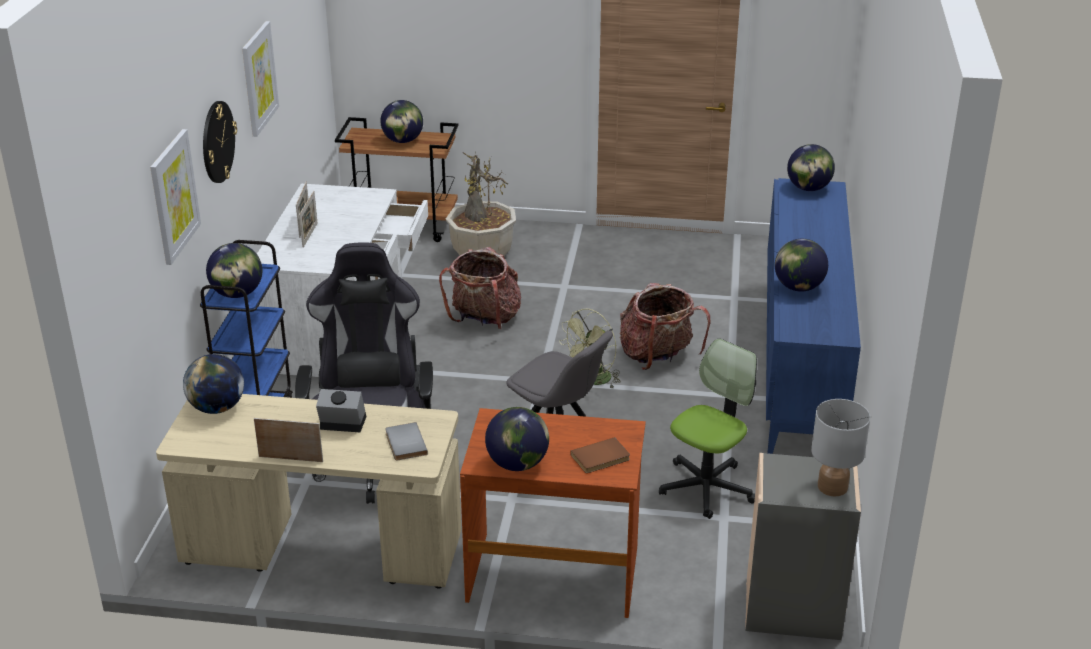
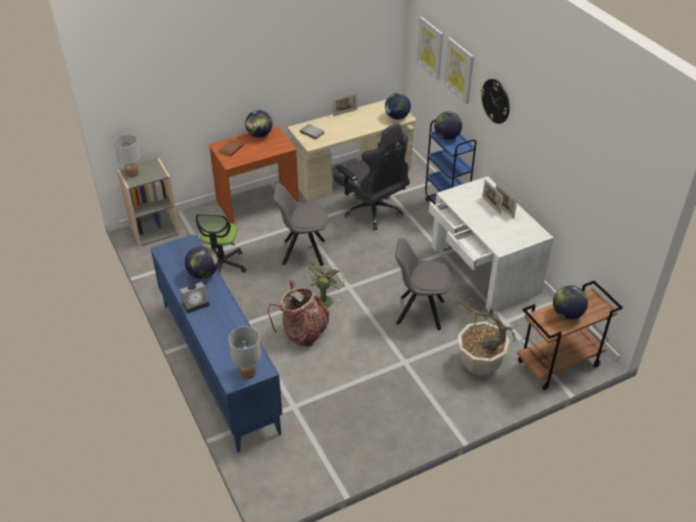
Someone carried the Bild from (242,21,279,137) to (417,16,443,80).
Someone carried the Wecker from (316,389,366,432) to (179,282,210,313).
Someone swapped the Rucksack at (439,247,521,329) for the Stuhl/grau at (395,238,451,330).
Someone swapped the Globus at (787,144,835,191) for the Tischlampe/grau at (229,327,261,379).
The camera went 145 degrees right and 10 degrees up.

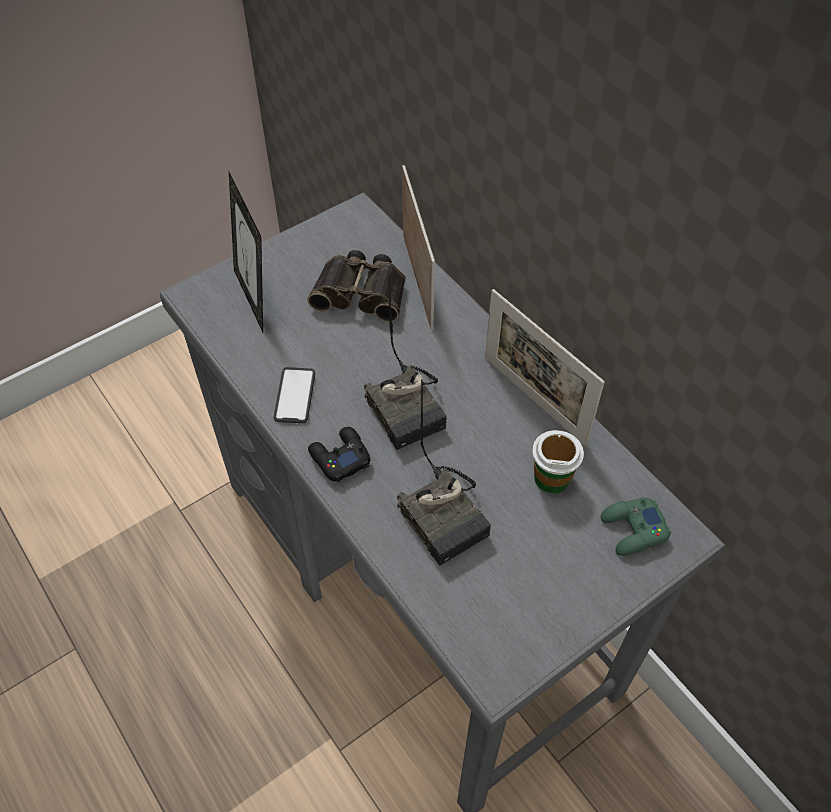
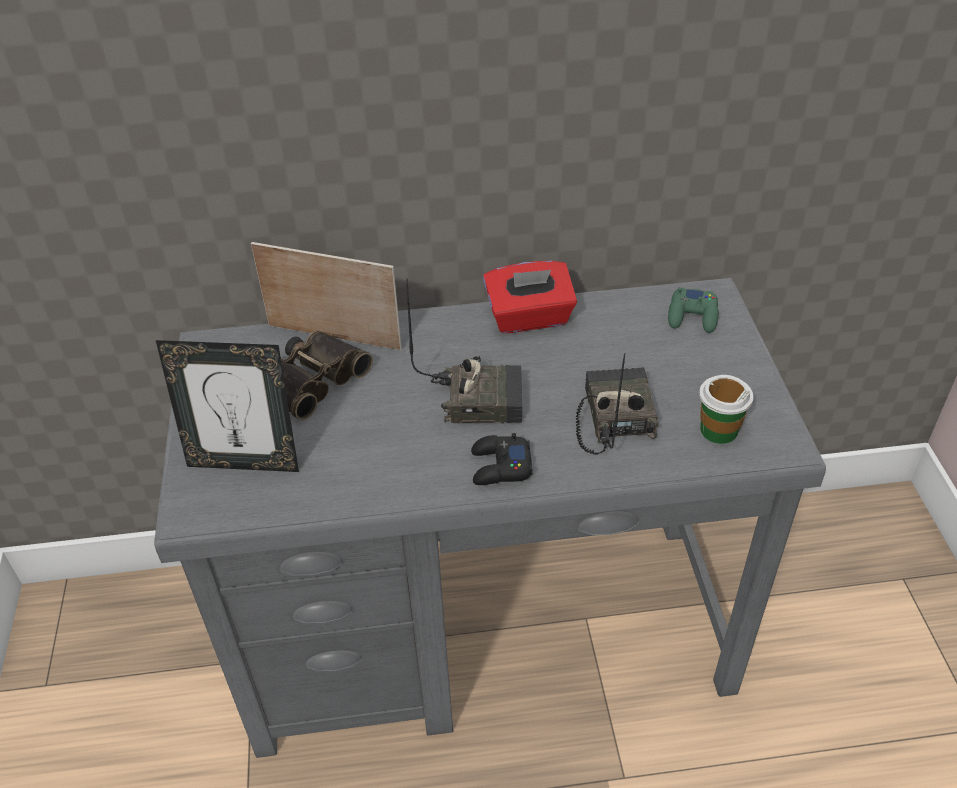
Someone took away the Handy at (274,367,315,423).
Someone carried the Tasse from (532,430,584,494) to (699,375,753,444).
Someone swapped the Bilderrahmen at (485,289,605,446) for the Taschentuchbox/rot at (483,261,577,334).
Someone rotated the Radio at (397,379,491,566) by 90 degrees counterclockwise.
The camera went 60 degrees left and 10 degrees down.

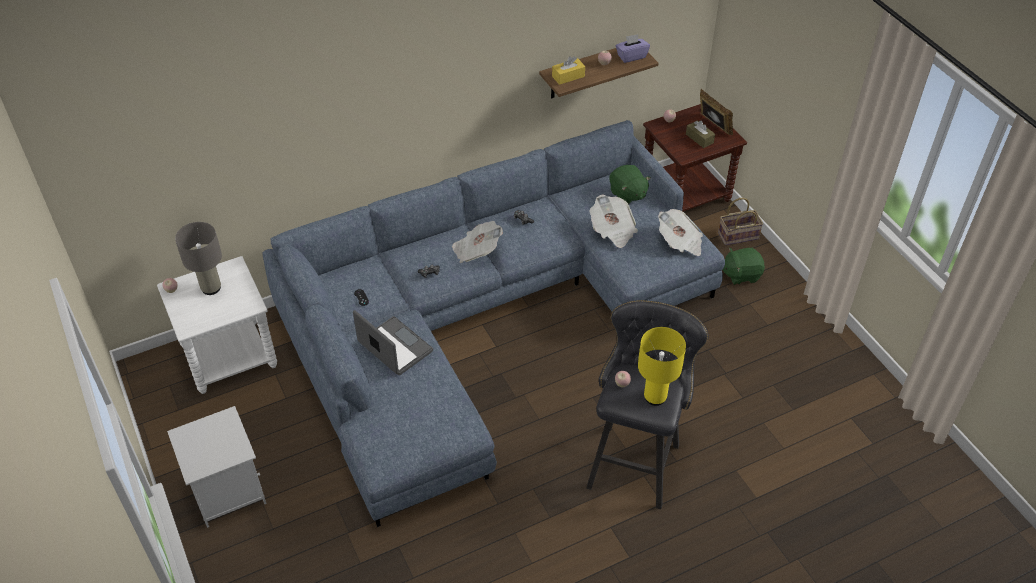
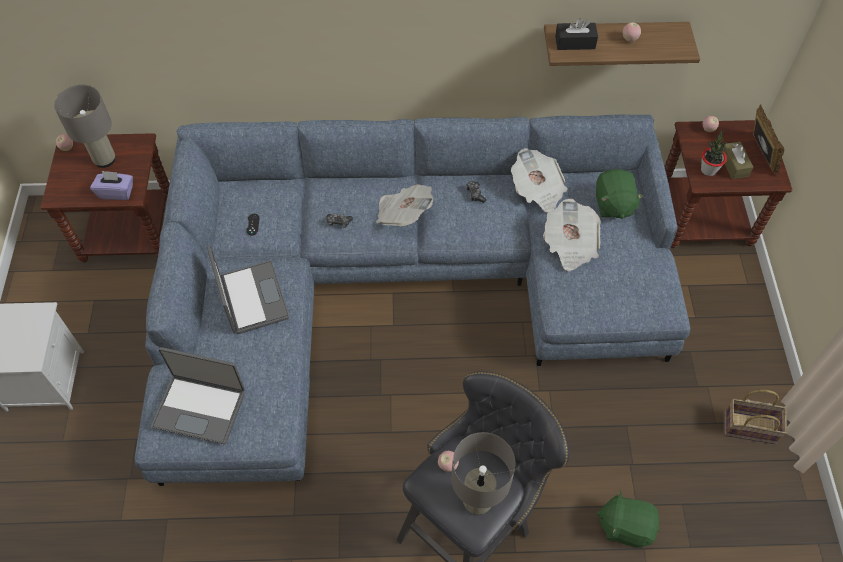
Someone put down the Laptop at (151,347,245,444).
Someone put down the Topfpflanze at (701,130,727,176).
Someone carried the Taschentuchbox/lila from (616,34,650,63) to (90,171,133,200).
Someone carried the Zeitung from (658,209,703,256) to (511,148,568,213).
Someone carried the Korb from (718,198,763,246) to (724,390,787,444).
Someone carried the Plüschtier/grün from (723,247,765,285) to (597,490,659,548).
Someone repainted the Beistelltisch/weiß at (157,256,277,394), which became the Beistelltisch/braun at (41,133,170,262).
Someone repainted the Taschentuchbox/gelb at (552,56,585,85), which became the Taschentuchbox/schwarz at (555,18,598,50).
Someone repainted the Tischlampe/gelb at (638,327,686,406), which became the Tischlampe/grau at (451,432,515,515).
The camera went 25 degrees right and 10 degrees up.

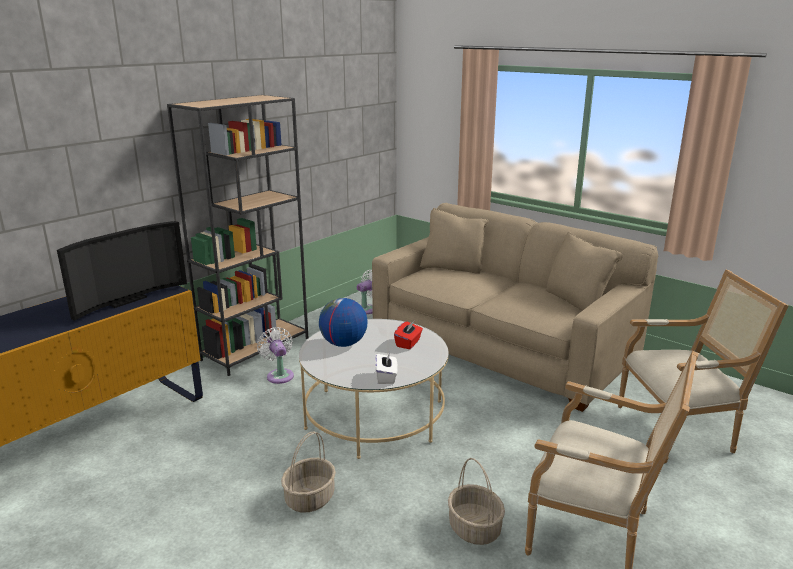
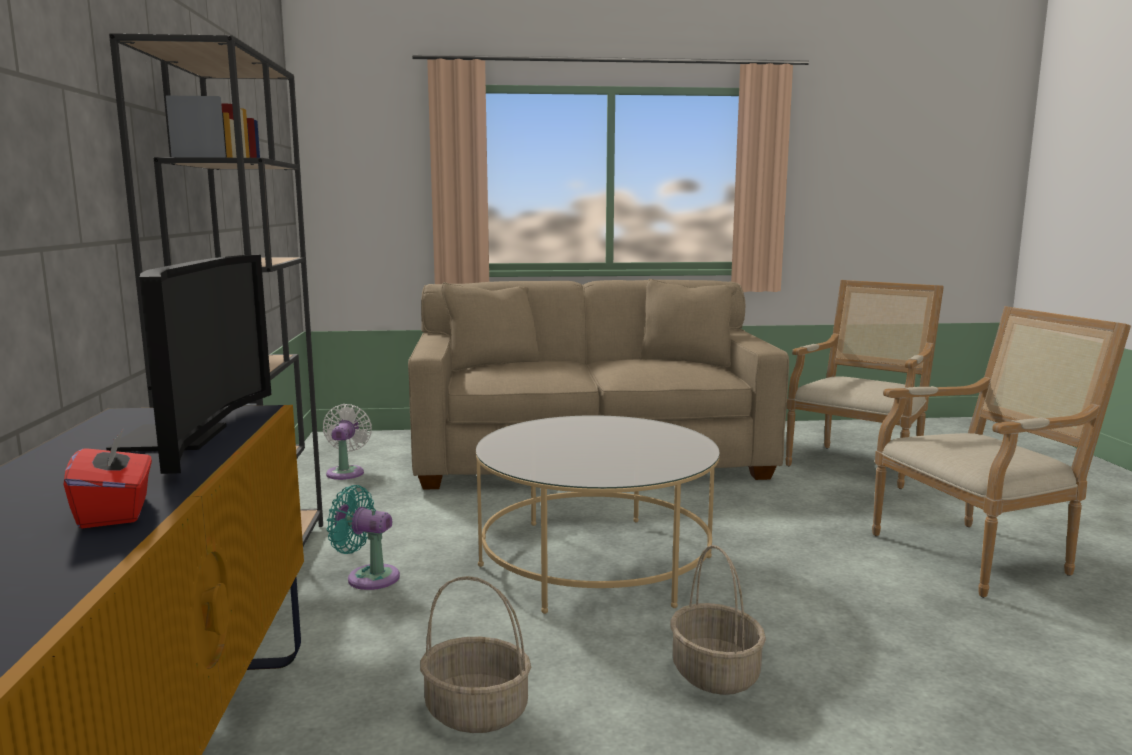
Someone took away the Globus at (319,298,367,347).
Someone took away the Taschentuchbox/weiß at (375,352,398,384).
Someone carried the Taschentuchbox/rot from (394,320,423,349) to (63,429,152,528).
Someone carried the Korb from (448,458,505,545) to (420,576,531,733).
Someone repainted the Ventilator/weiß at (257,327,294,384), which became the Ventilator/türkis at (327,485,400,590).
The camera went 45 degrees left and 10 degrees down.

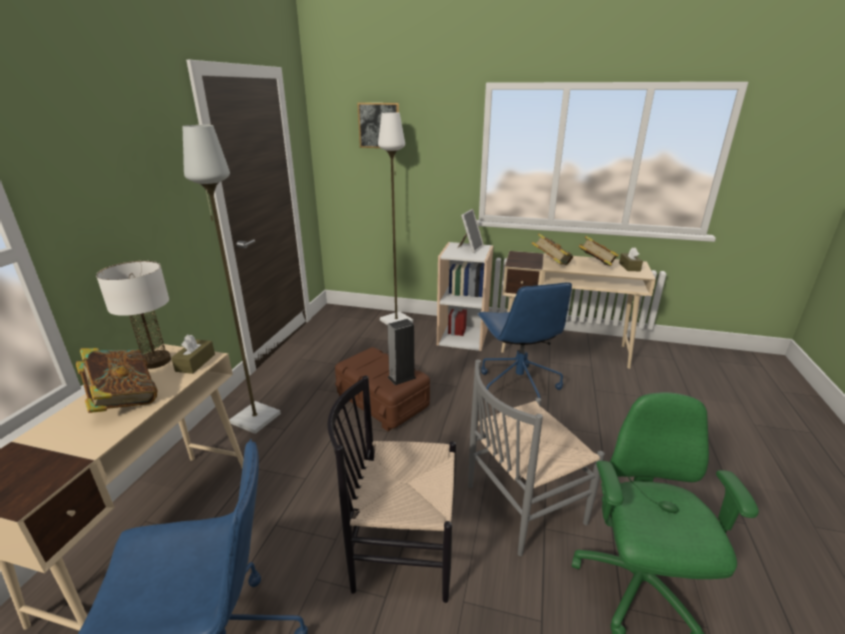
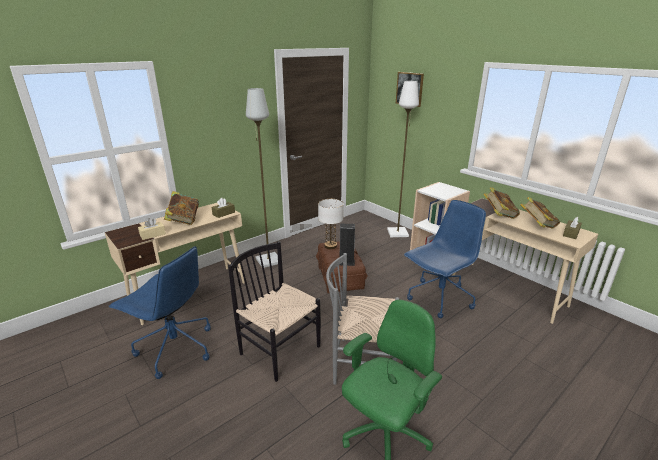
Someone took away the Bilderrahmen at (457,209,484,253).
Someone put down the Taschentuchbox/beige at (138,218,166,240).
Someone carried the Tischlampe from (96,261,171,369) to (318,199,344,249).
Someone rotated the Bürostuhl/blau at (477,282,572,400) by 150 degrees counterclockwise.
The camera went 35 degrees right and 0 degrees up.

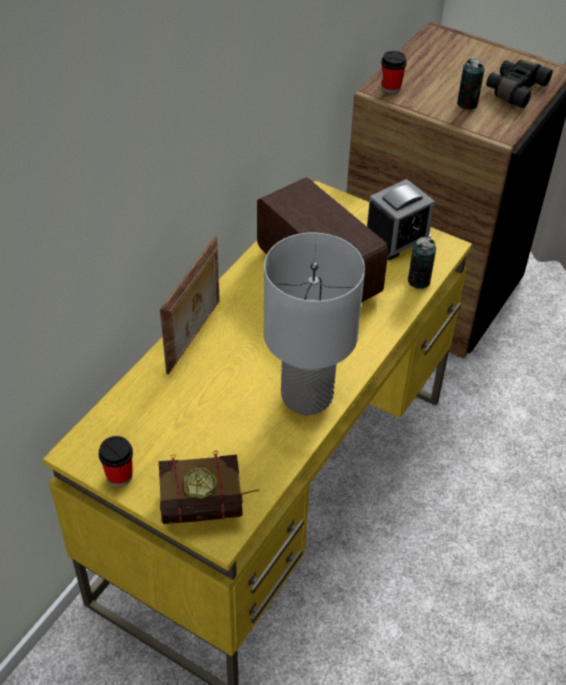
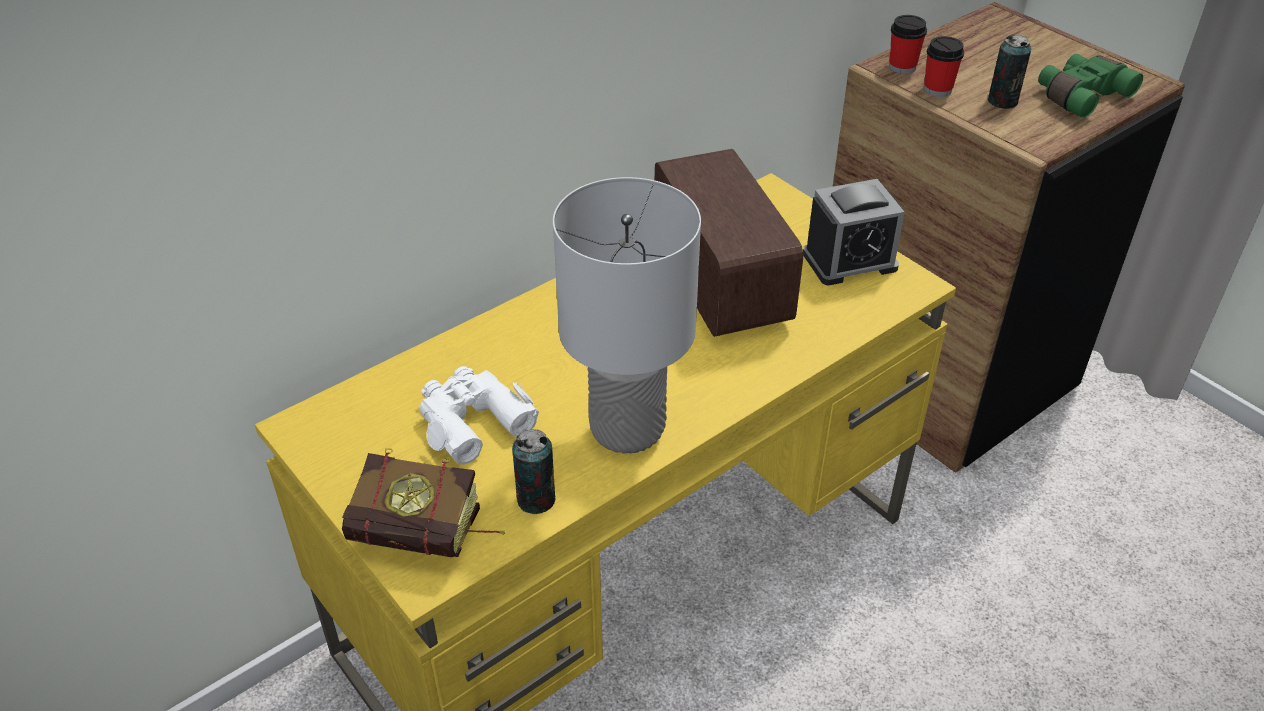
Someone took away the Bilderrahmen at (160,236,220,375).
Someone put down the Fernglas/weiß at (420,366,539,465).
Someone carried the Tasse from (98,436,133,487) to (924,36,964,97).
Someone carried the Dose from (408,237,436,289) to (512,429,556,514).
Someone repainted the Fernglas/schwarz at (486,60,553,108), which became the Fernglas/grün at (1038,54,1143,118).
The camera went 20 degrees right and 5 degrees down.

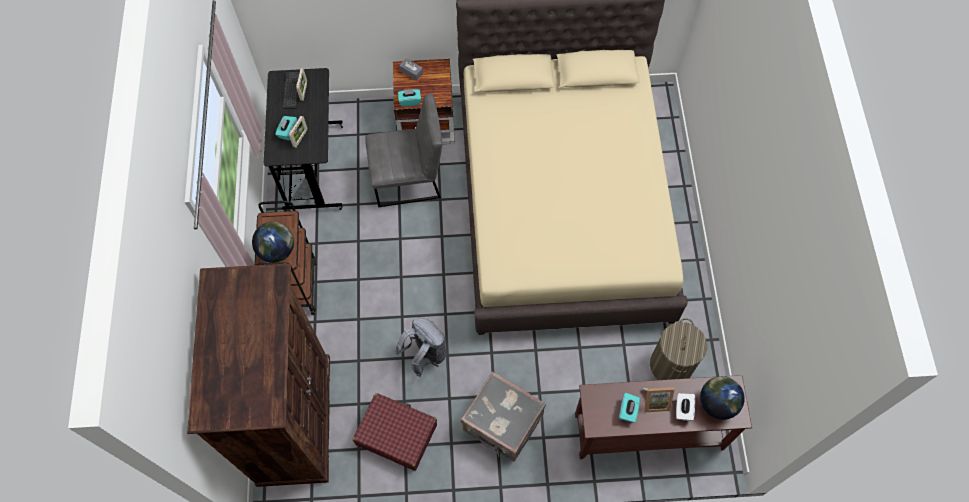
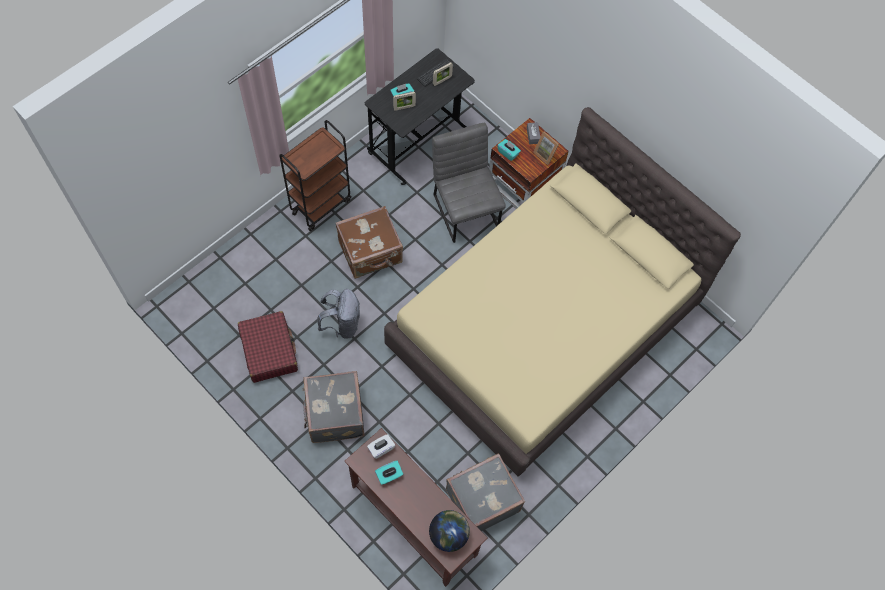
Someone took away the Kleiderschrank/braun at (187,263,330,487).
Someone took away the Globus at (252,222,294,263).
Someone put down the Koffer/braun at (335,206,403,279).
Someone carried the Bilderrahmen from (643,387,675,412) to (533,131,559,165).
Someone carried the Taschentuchbox/weiß from (676,393,695,421) to (367,434,395,459).
Someone swapped the Wäschekorb at (650,318,707,380) for the Koffer/grau at (446,453,525,531).
Someone rotated the Stuhl/grau at (365,93,442,207) by 150 degrees counterclockwise.
The camera went 45 degrees right and 0 degrees up.

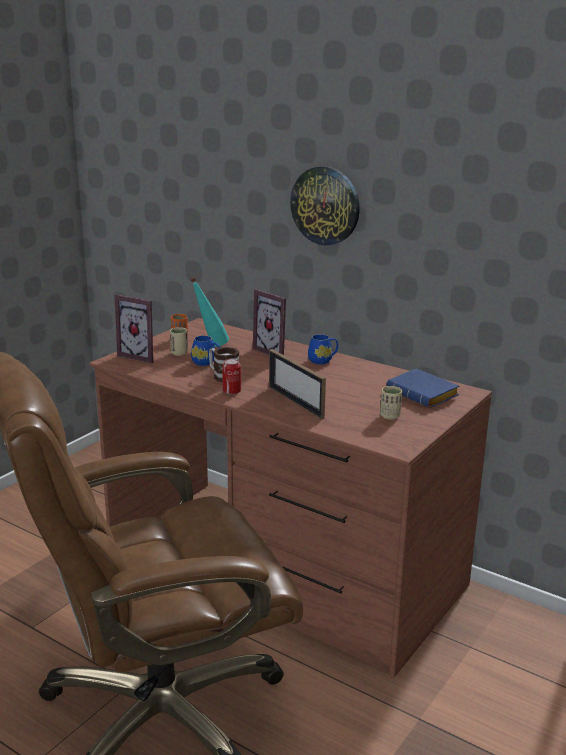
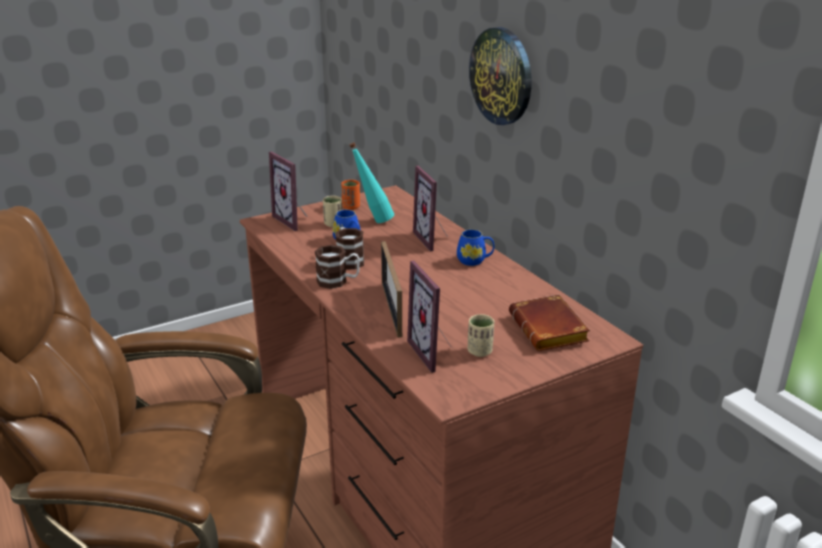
Someone put down the Bilderrahmen at (407,261,453,373).
Someone swapped the Dose at (222,358,241,395) for the Henkelbecher at (315,245,360,289).
Someone repainted the Buch/blau at (386,368,459,408), which became the Buch/braun at (509,295,590,351).
The camera went 25 degrees right and 5 degrees up.

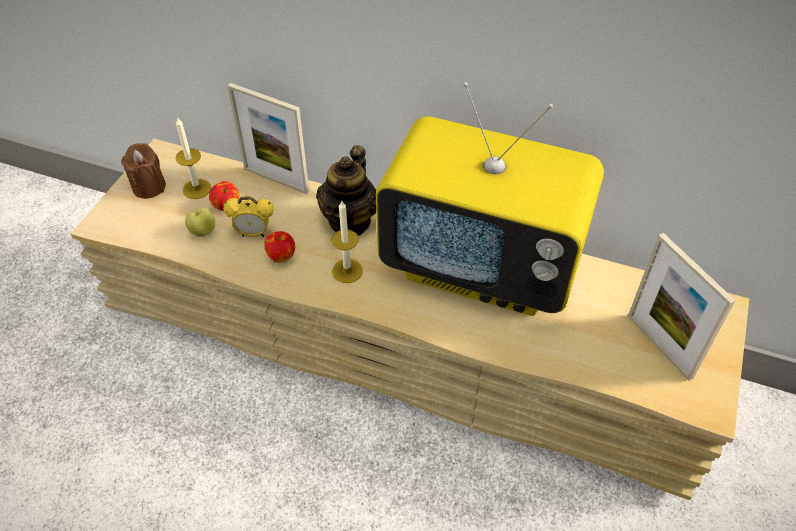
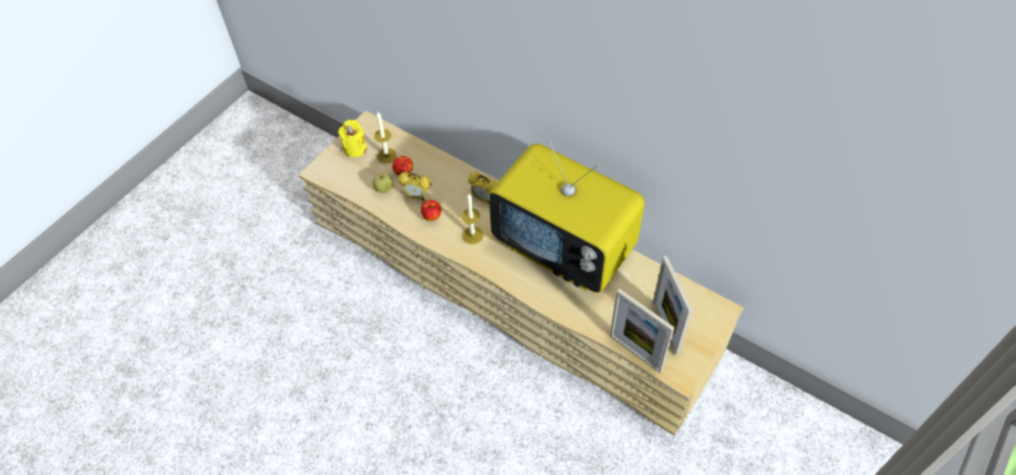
Someone carried the Bilderrahmen from (228,83,309,194) to (610,288,675,373).
Someone swapped the Teekanne at (316,145,376,236) for the Wecker at (468,172,497,204).
Someone repainted the Kerze/braun at (121,143,166,199), which became the Kerze/gelb at (338,120,367,157).
The camera went 15 degrees right and 5 degrees up.

